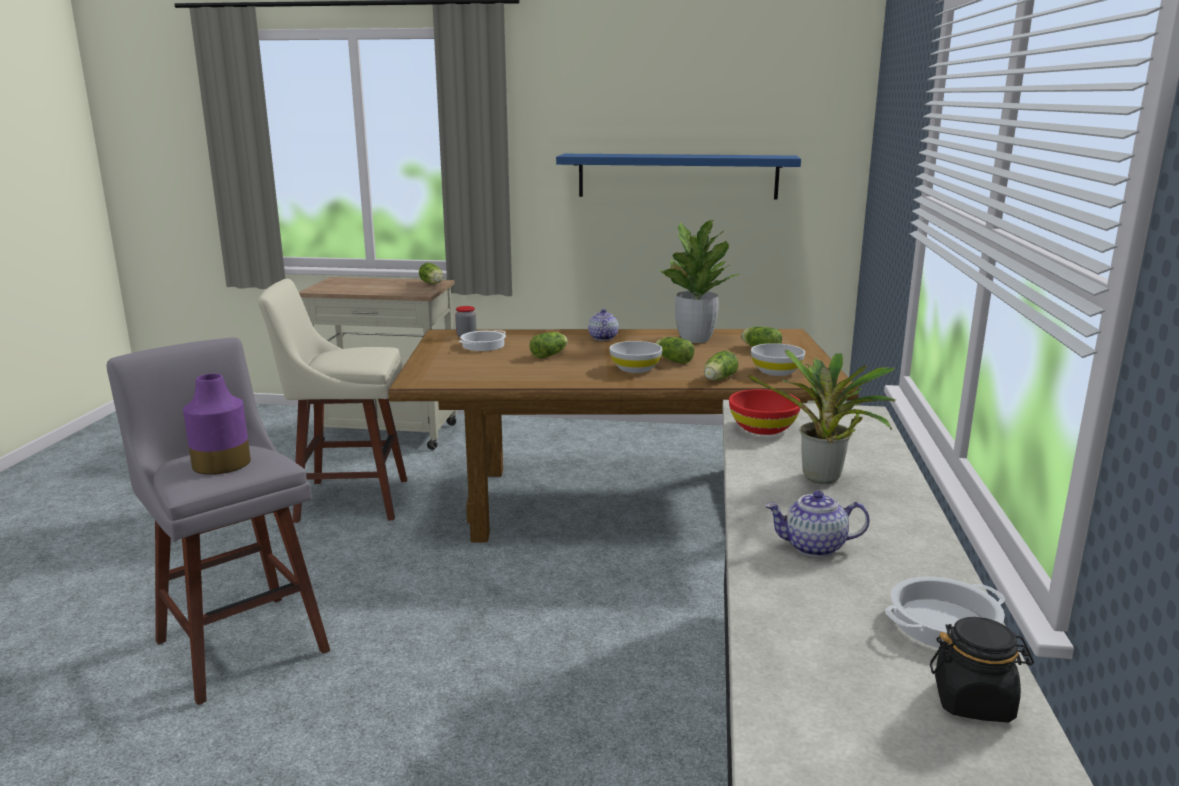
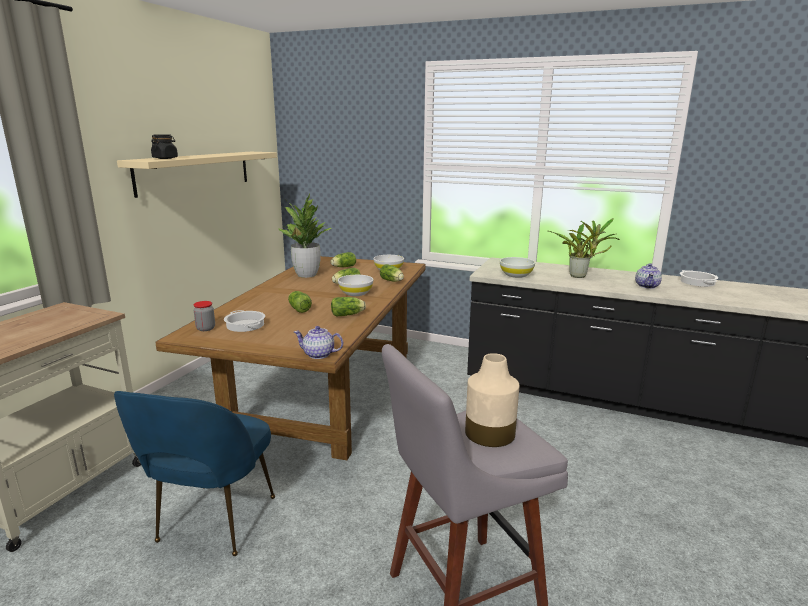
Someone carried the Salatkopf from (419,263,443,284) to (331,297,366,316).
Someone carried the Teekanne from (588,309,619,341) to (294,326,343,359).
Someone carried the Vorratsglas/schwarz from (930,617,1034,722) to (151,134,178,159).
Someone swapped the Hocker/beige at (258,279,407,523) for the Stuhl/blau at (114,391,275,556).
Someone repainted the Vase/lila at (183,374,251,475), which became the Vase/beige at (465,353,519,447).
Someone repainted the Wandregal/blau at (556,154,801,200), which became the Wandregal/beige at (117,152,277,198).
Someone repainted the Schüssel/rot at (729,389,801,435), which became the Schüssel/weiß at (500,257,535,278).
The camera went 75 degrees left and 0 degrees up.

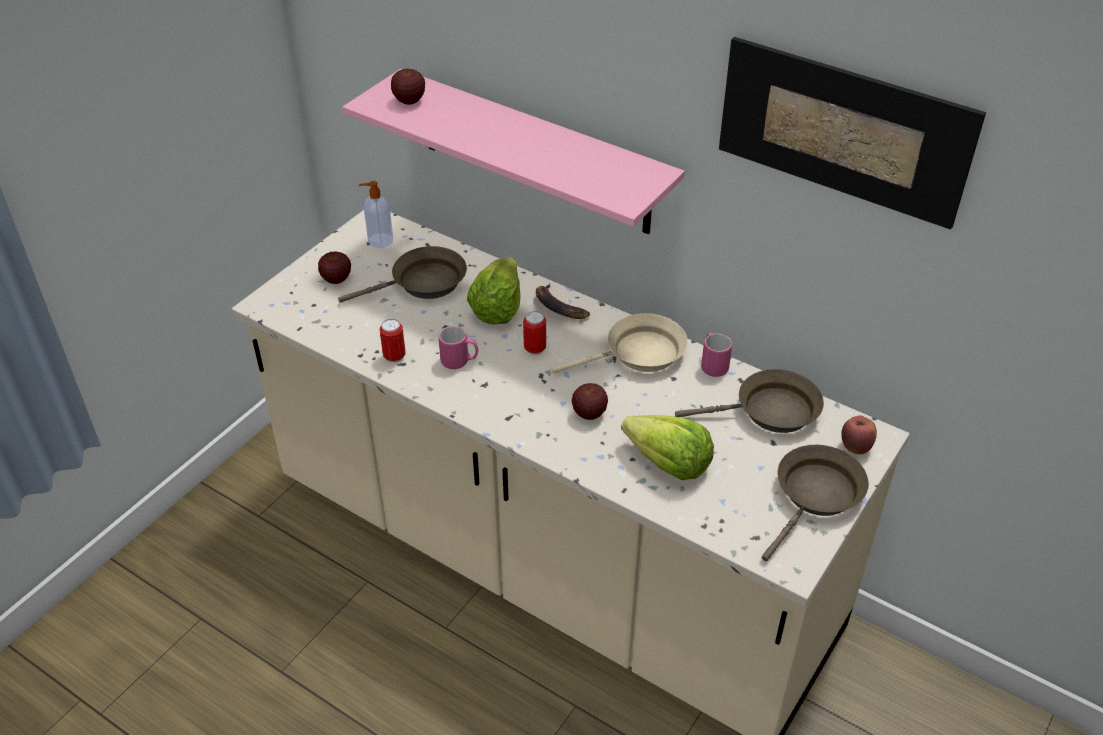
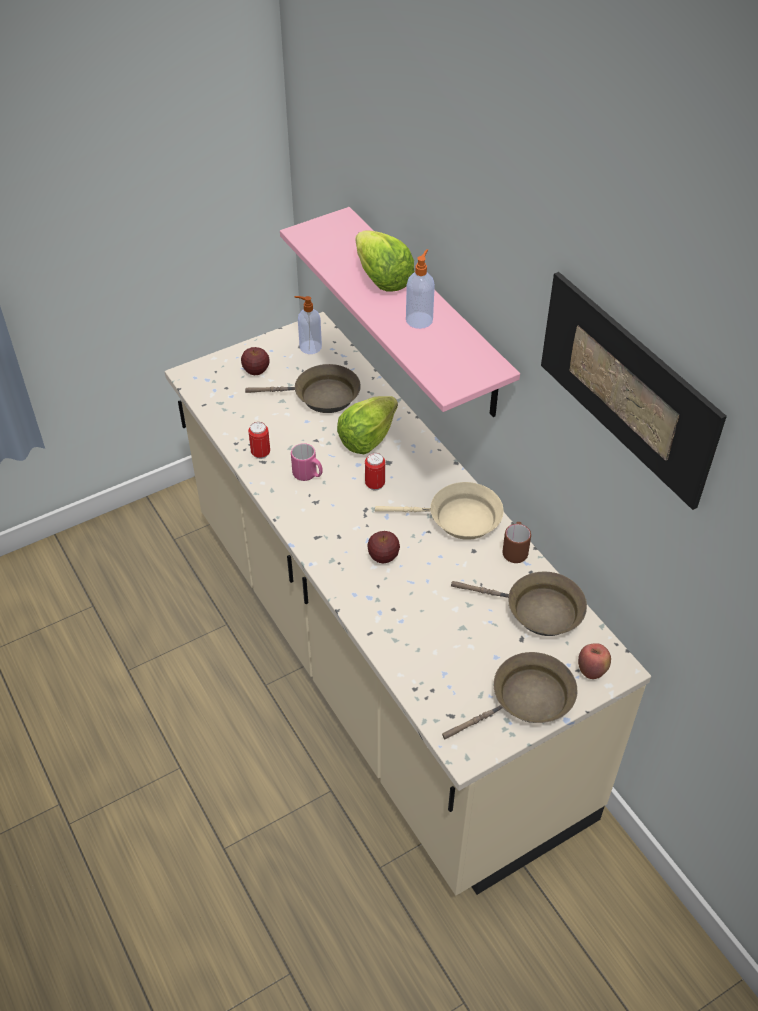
Someone took away the Apfel at (391,69,425,105).
Someone took away the Banane at (536,283,590,319).
Someone put down the Seifenspender at (406,249,435,329).
Someone carried the Salatkopf from (621,415,714,480) to (356,230,415,292).
Someone repainted the Henkelbecher/rosa at (701,333,732,377), which became the Henkelbecher/braun at (503,522,531,563).
The camera went 25 degrees right and 5 degrees up.

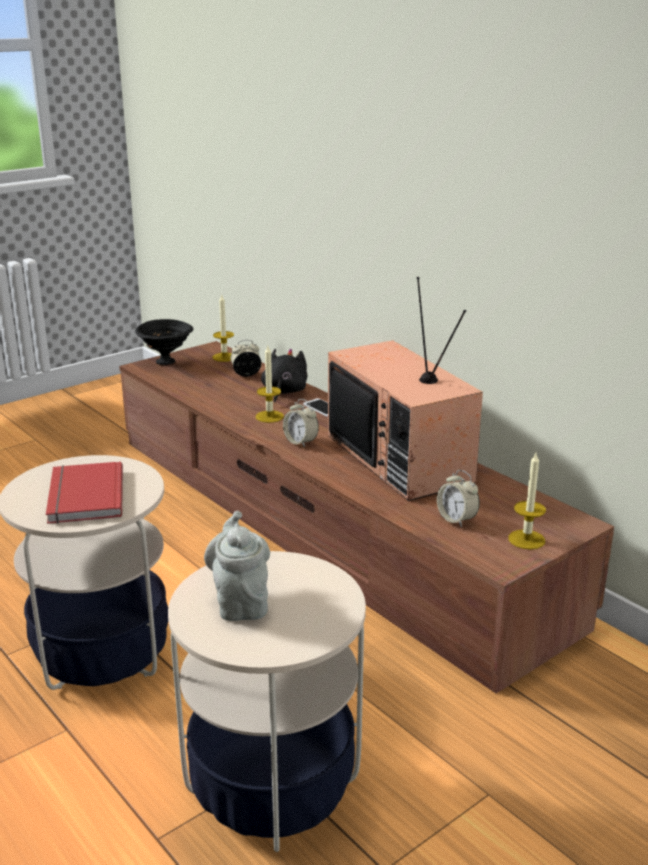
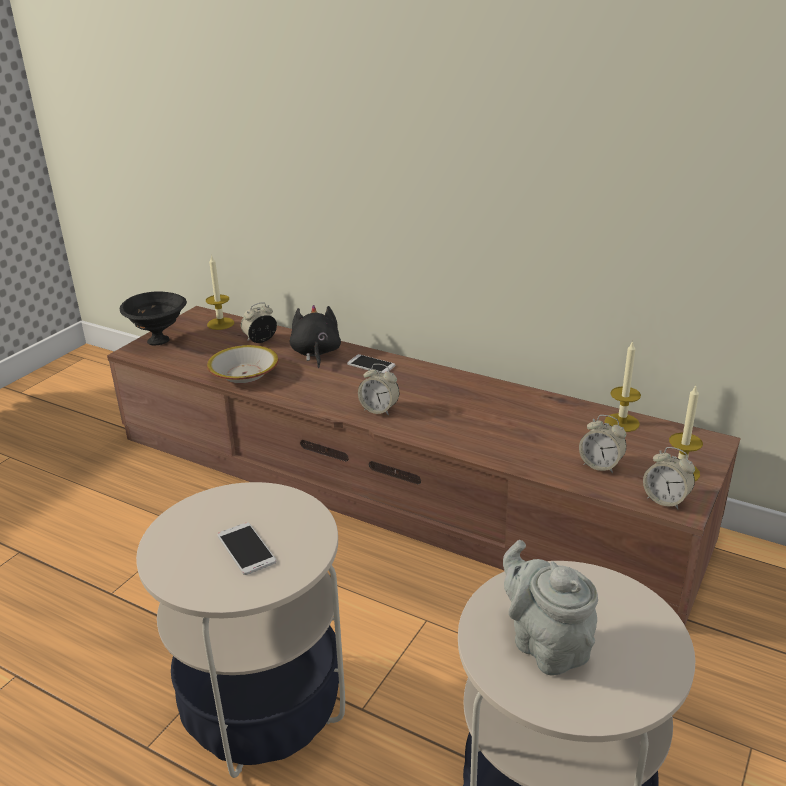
Someone took away the Fernseher at (328,277,483,501).
Someone put down the Schüssel at (207,345,279,383).
Someone put down the Wecker at (643,447,695,510).
Someone carried the Kerze from (256,346,284,423) to (604,340,641,432).
Someone swapped the Buch/rot at (46,461,123,524) for the Handy at (218,522,276,575).
The camera went 20 degrees left and 5 degrees up.

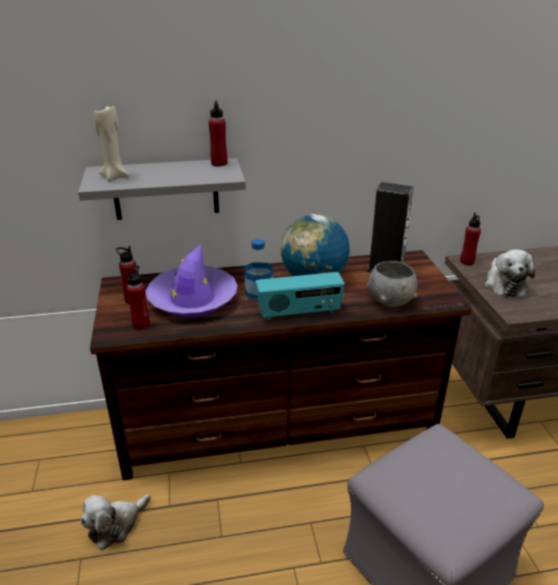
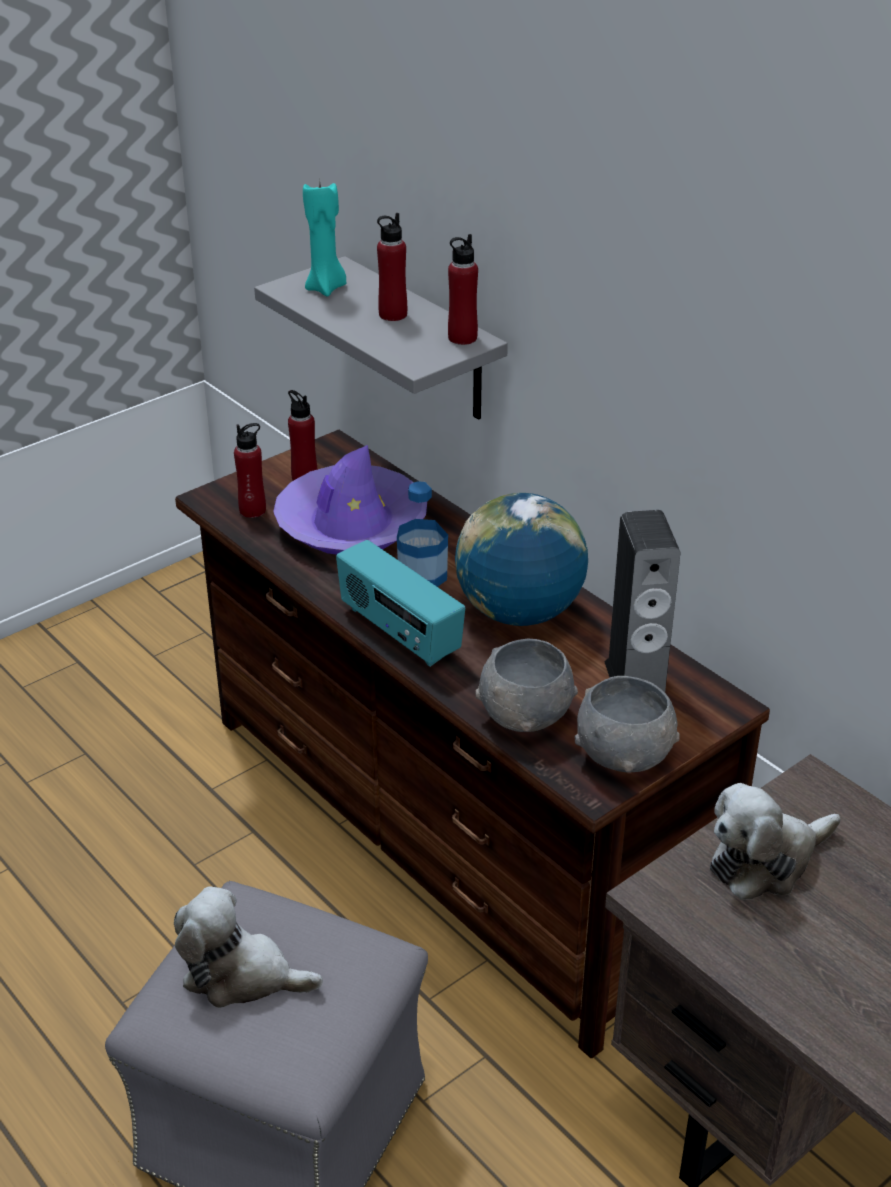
Someone put down the Schüssel/grau at (575,676,679,773).
Someone carried the Plüschtier from (81,494,151,550) to (174,886,323,1008).
Someone carried the Flasche/rot from (460,213,481,265) to (377,213,407,321).
Someone repainted the Kerze/beige at (94,104,129,181), which became the Kerze/türkis at (303,179,346,297).
The camera went 60 degrees right and 5 degrees up.

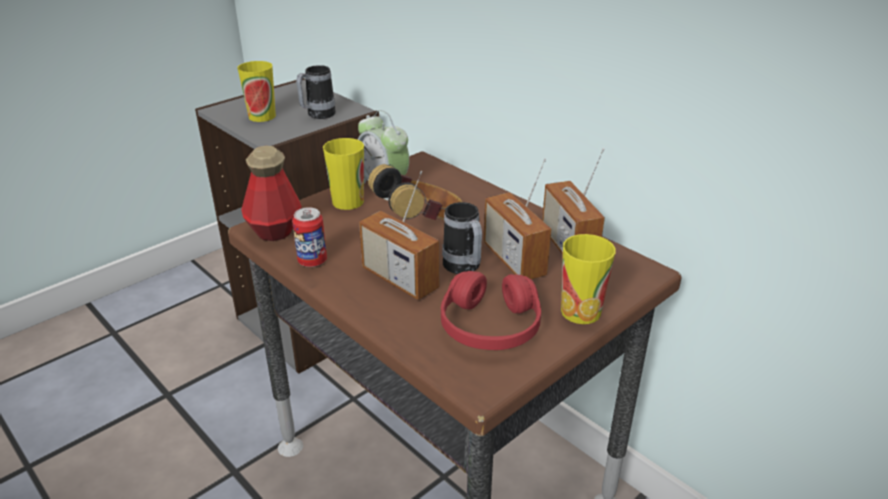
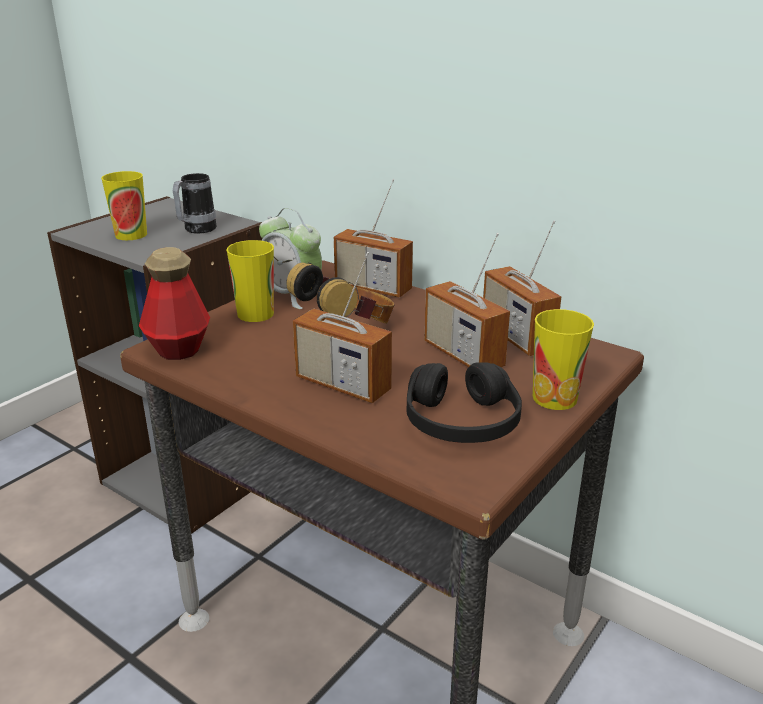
Someone took away the Dose at (292,207,327,267).
Someone took away the Henkelbecher at (442,202,482,274).
Someone put down the Radio at (334,179,413,297).
Someone repainted the Kopfhörer/rot at (441,271,541,350), which became the Kopfhörer/schwarz at (407,362,522,443).
The camera went 10 degrees left and 5 degrees down.

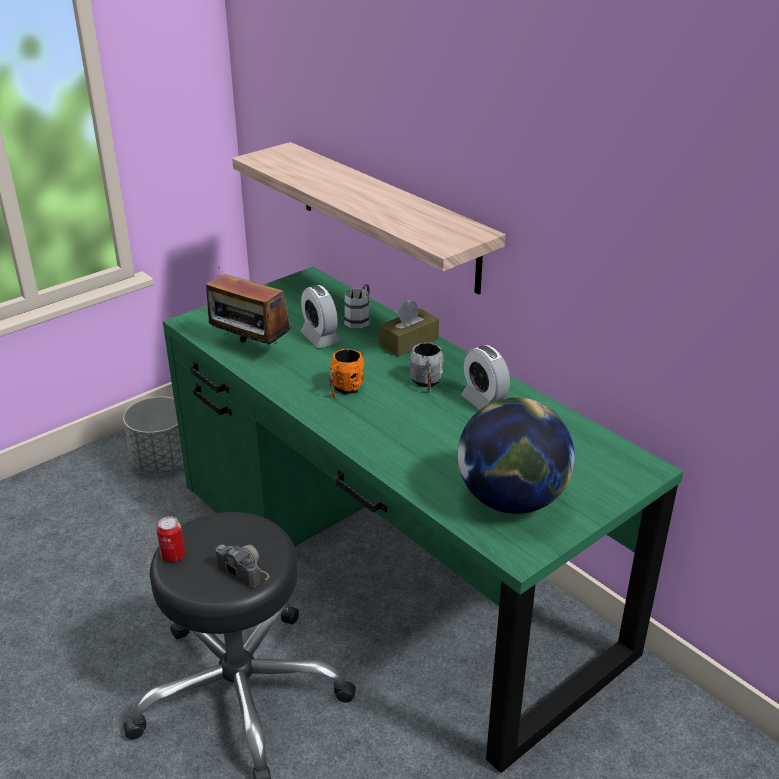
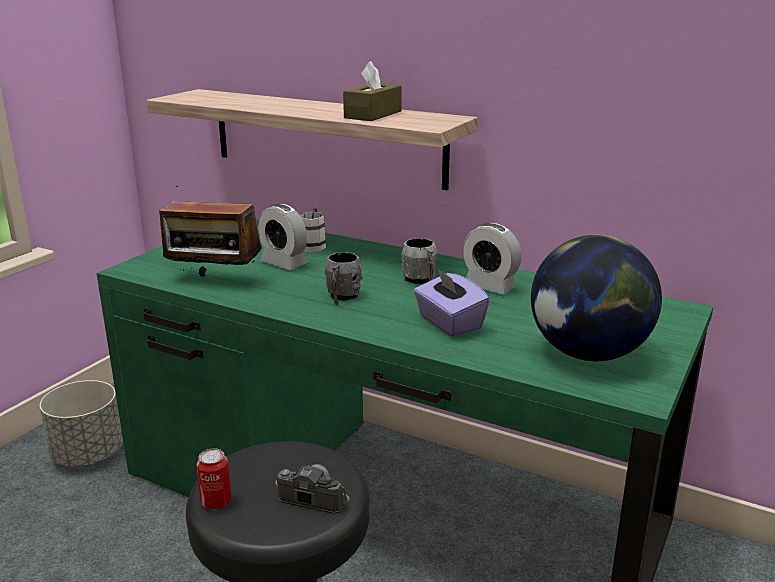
Someone put down the Taschentuchbox/lila at (414,268,490,337).
Someone carried the Taschentuchbox/braun from (379,300,439,357) to (343,61,402,121).
Someone repainted the Henkelbecher/orange at (329,349,364,398), which became the Henkelbecher/grau at (325,252,363,305).
The camera went 20 degrees left and 10 degrees down.

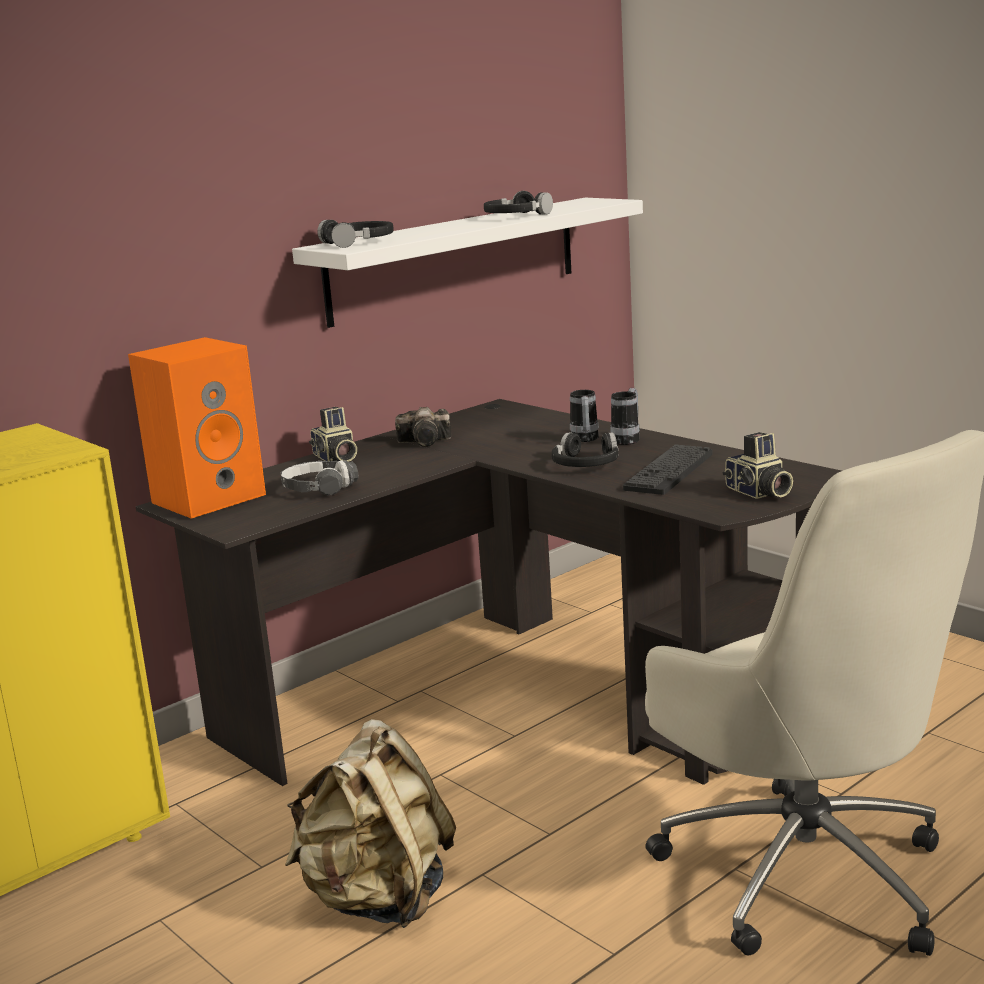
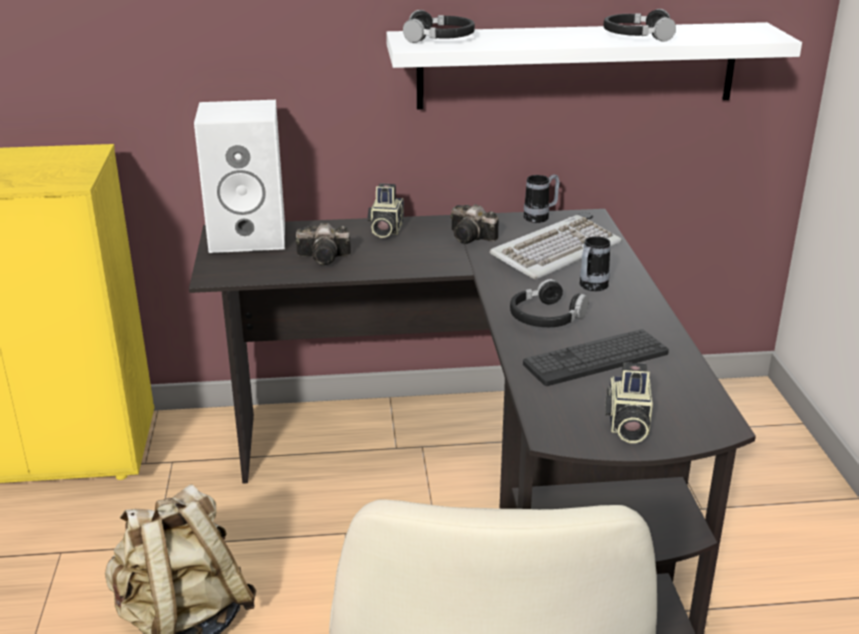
Someone put down the Tastatur at (489,215,622,280).
Someone carried the Henkelbecher from (610,388,640,445) to (524,174,560,223).
Someone swapped the Kopfhörer at (281,460,359,496) for the Kamera at (296,223,351,265).
Someone repainted the Lautsprecher/orange at (128,337,266,519), which became the Lautsprecher/weiß at (194,100,285,253).
The camera went 35 degrees right and 10 degrees up.

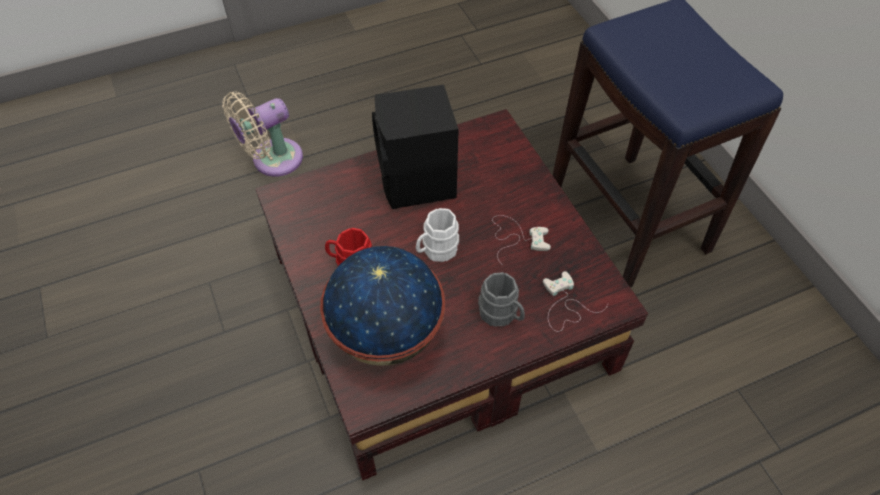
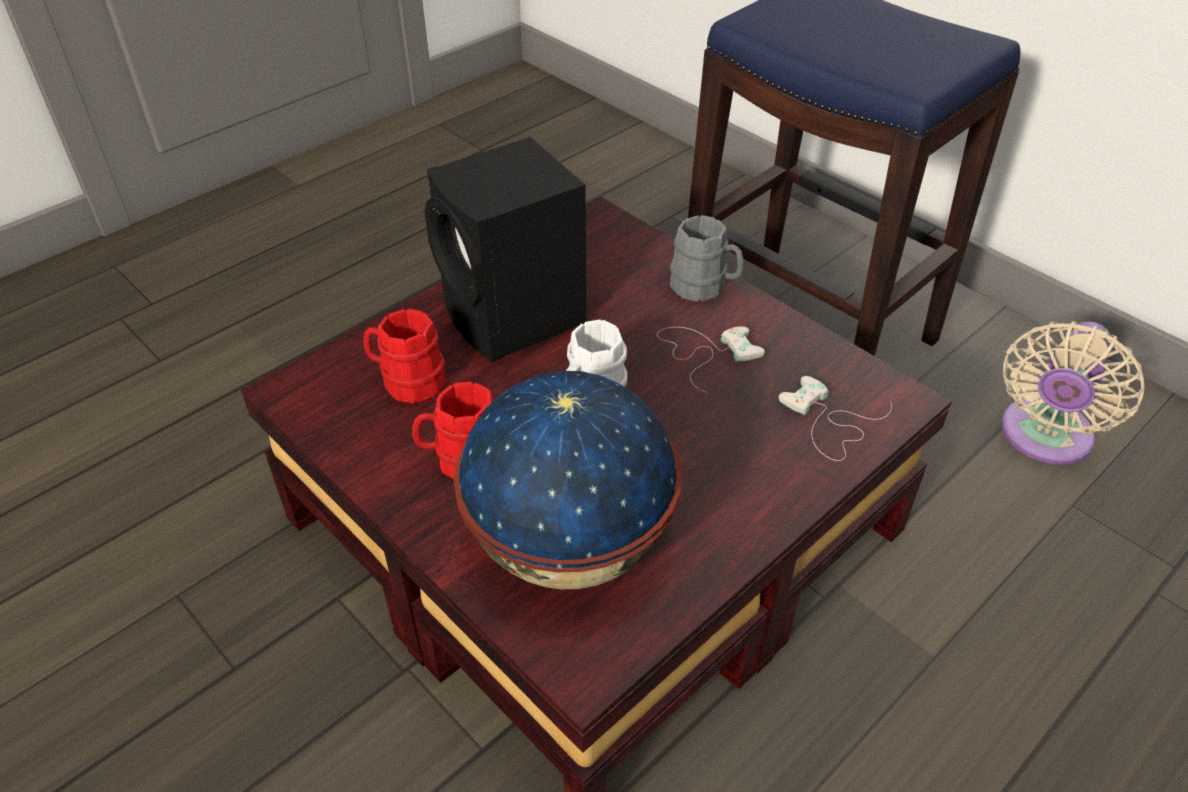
Someone put down the Henkelbecher/rot at (363,309,446,404).
Someone carried the Ventilator/beige from (222,91,303,177) to (1001,321,1145,465).
Someone carried the Henkelbecher/grau from (478,272,525,327) to (670,215,744,302).
The camera went 20 degrees left and 10 degrees down.

